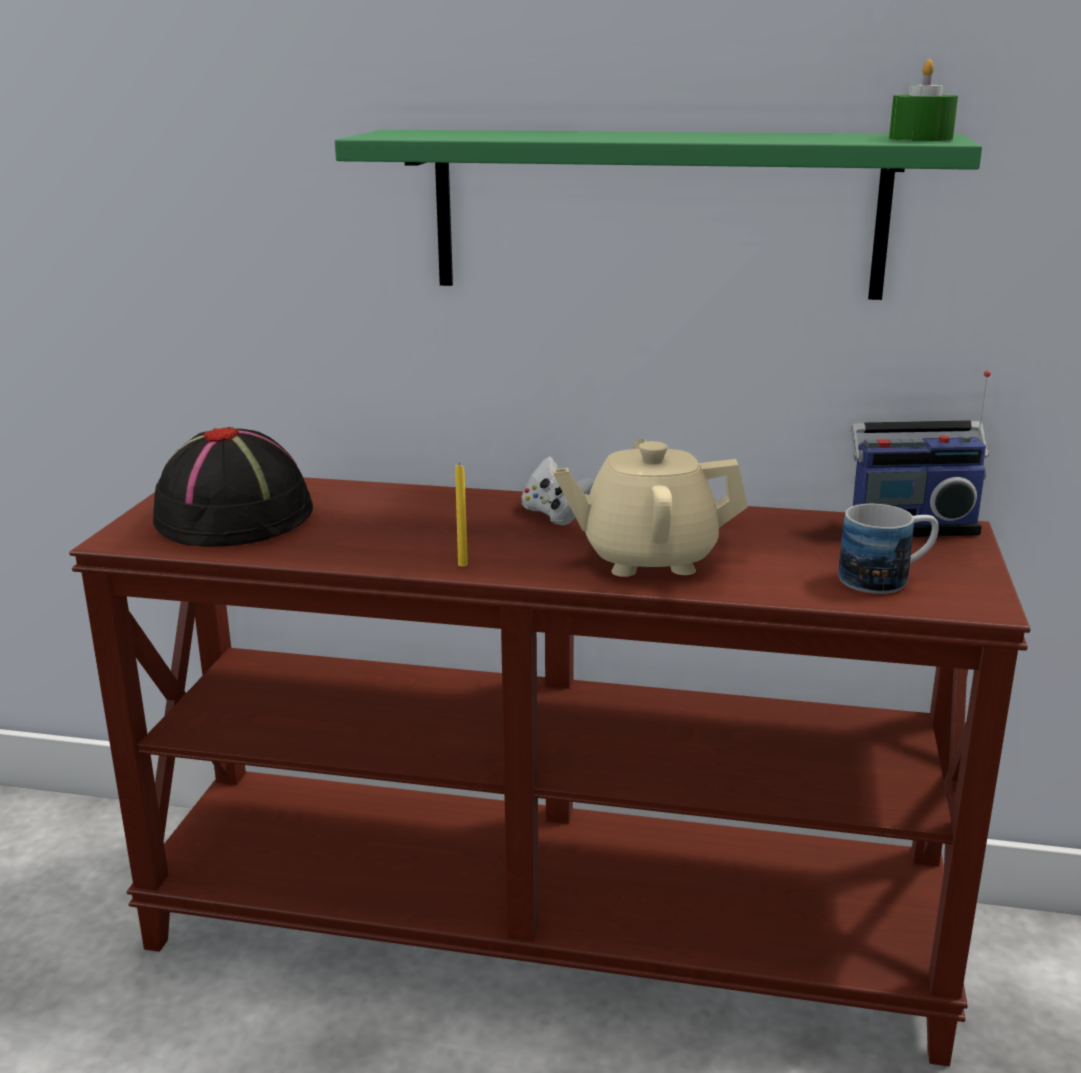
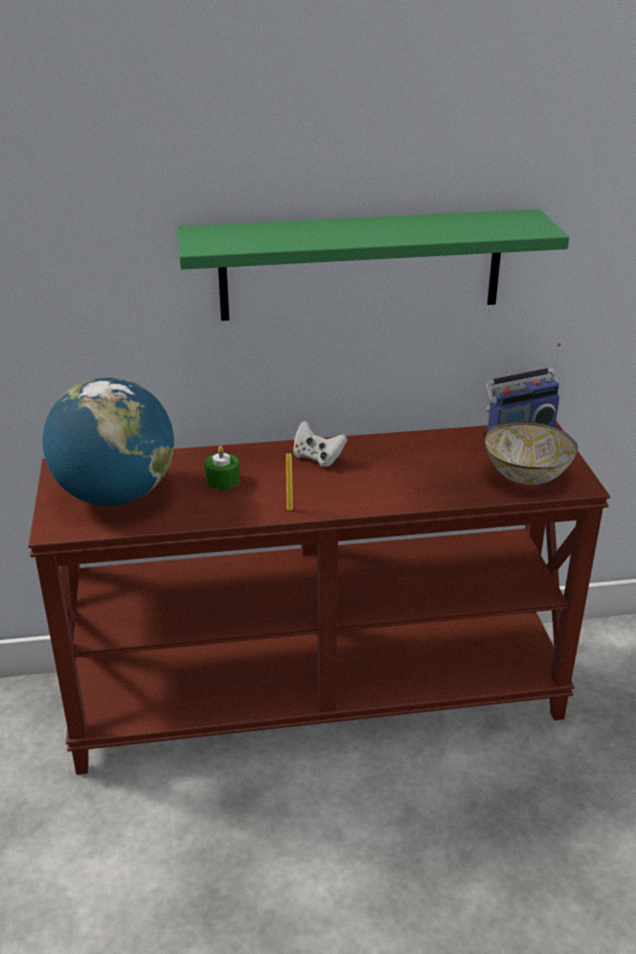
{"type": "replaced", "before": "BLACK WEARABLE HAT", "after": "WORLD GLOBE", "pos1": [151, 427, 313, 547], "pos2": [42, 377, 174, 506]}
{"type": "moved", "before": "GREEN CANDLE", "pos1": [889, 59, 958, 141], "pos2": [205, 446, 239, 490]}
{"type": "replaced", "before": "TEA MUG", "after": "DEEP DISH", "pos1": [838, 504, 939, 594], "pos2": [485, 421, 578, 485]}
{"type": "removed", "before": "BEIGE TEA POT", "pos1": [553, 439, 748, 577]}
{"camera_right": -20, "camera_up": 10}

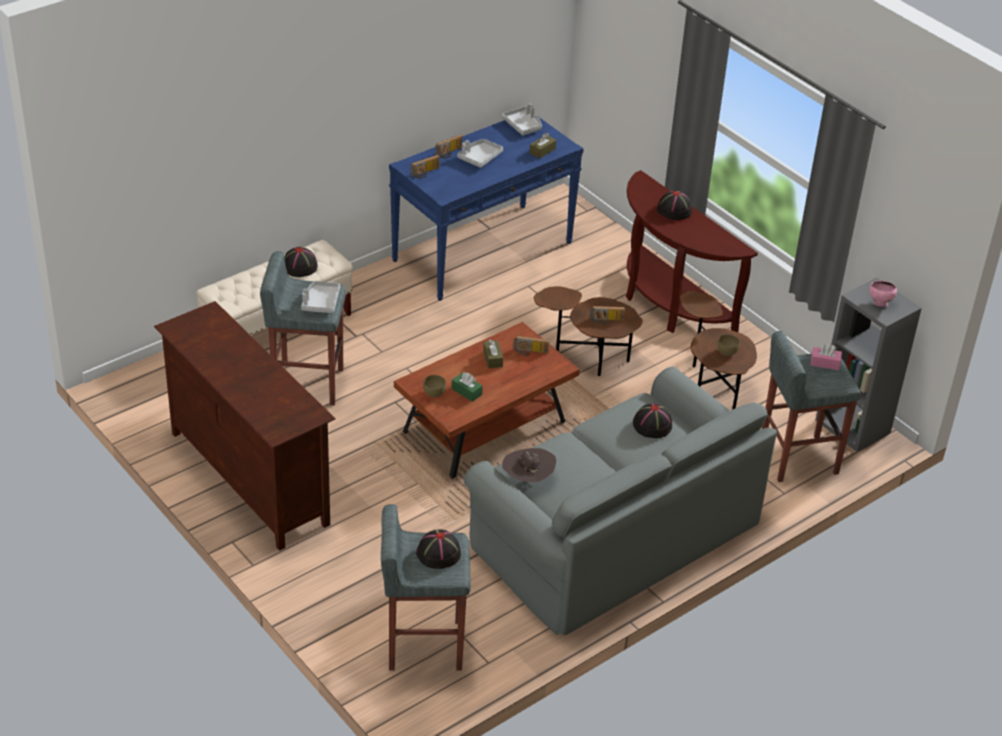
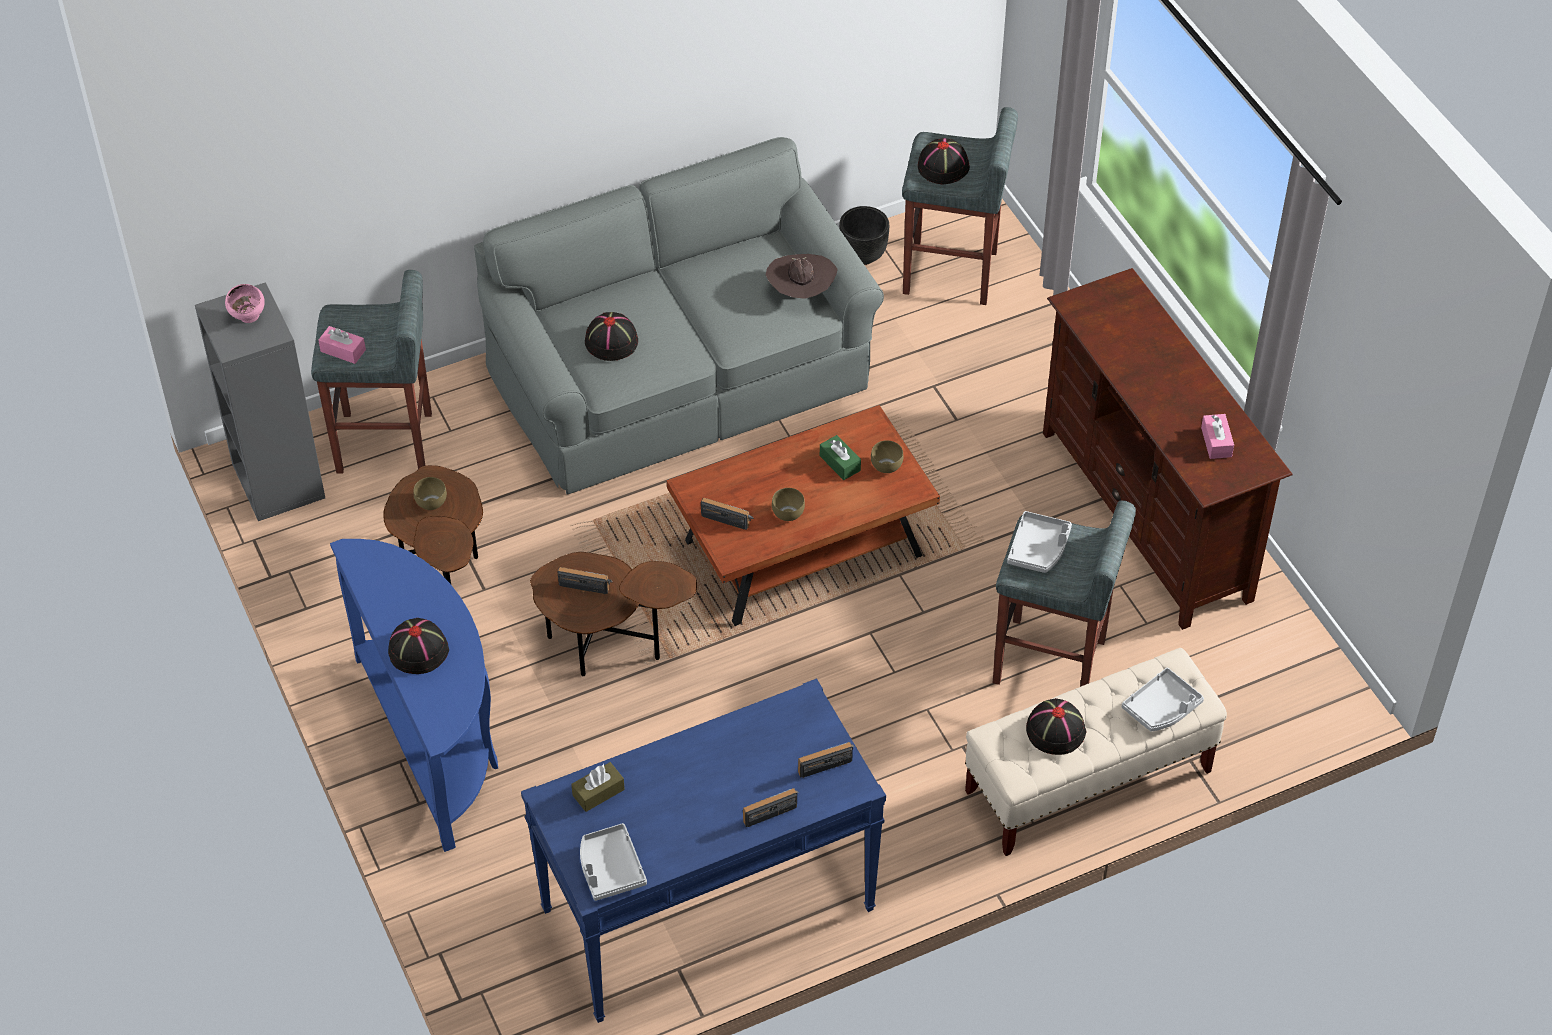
{"type": "recoloured", "before": "BROWN CONSOLE TABLE", "after": "BLUISH CONSOLE TABLE", "pos1": [626, 170, 758, 333], "pos2": [330, 539, 498, 852]}
{"type": "replaced", "before": "BROWN TISSUE BOX", "after": "BROWN DEEP DISH", "pos1": [483, 340, 503, 368], "pos2": [772, 488, 805, 521]}
{"type": "added", "after": "BLACK FLOWER POT", "pos2": [839, 206, 889, 265]}
{"type": "moved", "before": "GREY SERVING TRAY", "pos1": [457, 139, 503, 168], "pos2": [1122, 667, 1204, 732]}
{"type": "added", "after": "PINK TISSUE BOX", "pos2": [1201, 414, 1234, 459]}
{"camera_right": -165, "camera_up": 10}

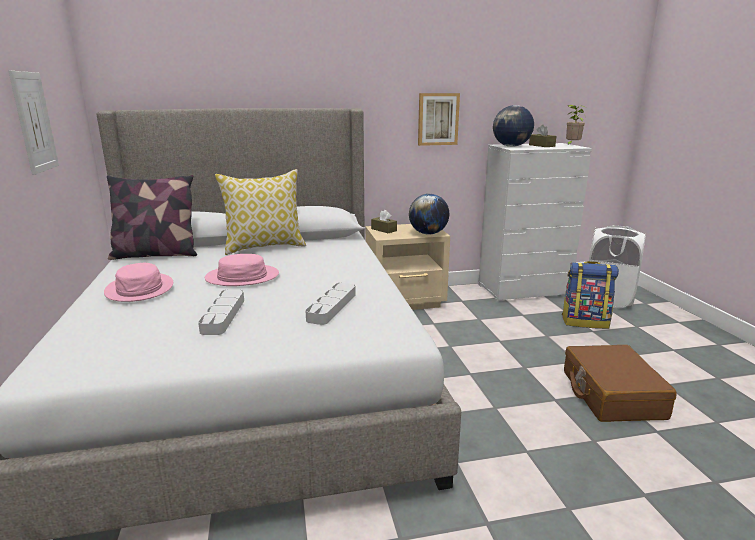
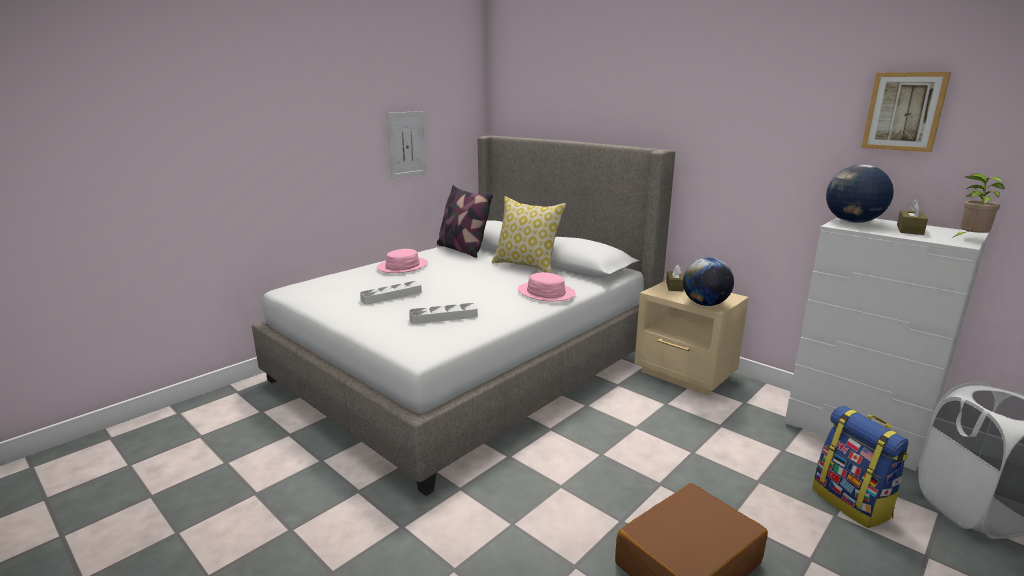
{"type": "moved", "before": "PINK WEARABLE HAT", "pos1": [205, 254, 279, 286], "pos2": [518, 272, 576, 302]}
{"type": "moved", "before": "WALL ART", "pos1": [418, 93, 460, 146], "pos2": [861, 72, 951, 152]}
{"camera_right": 55, "camera_up": 0}

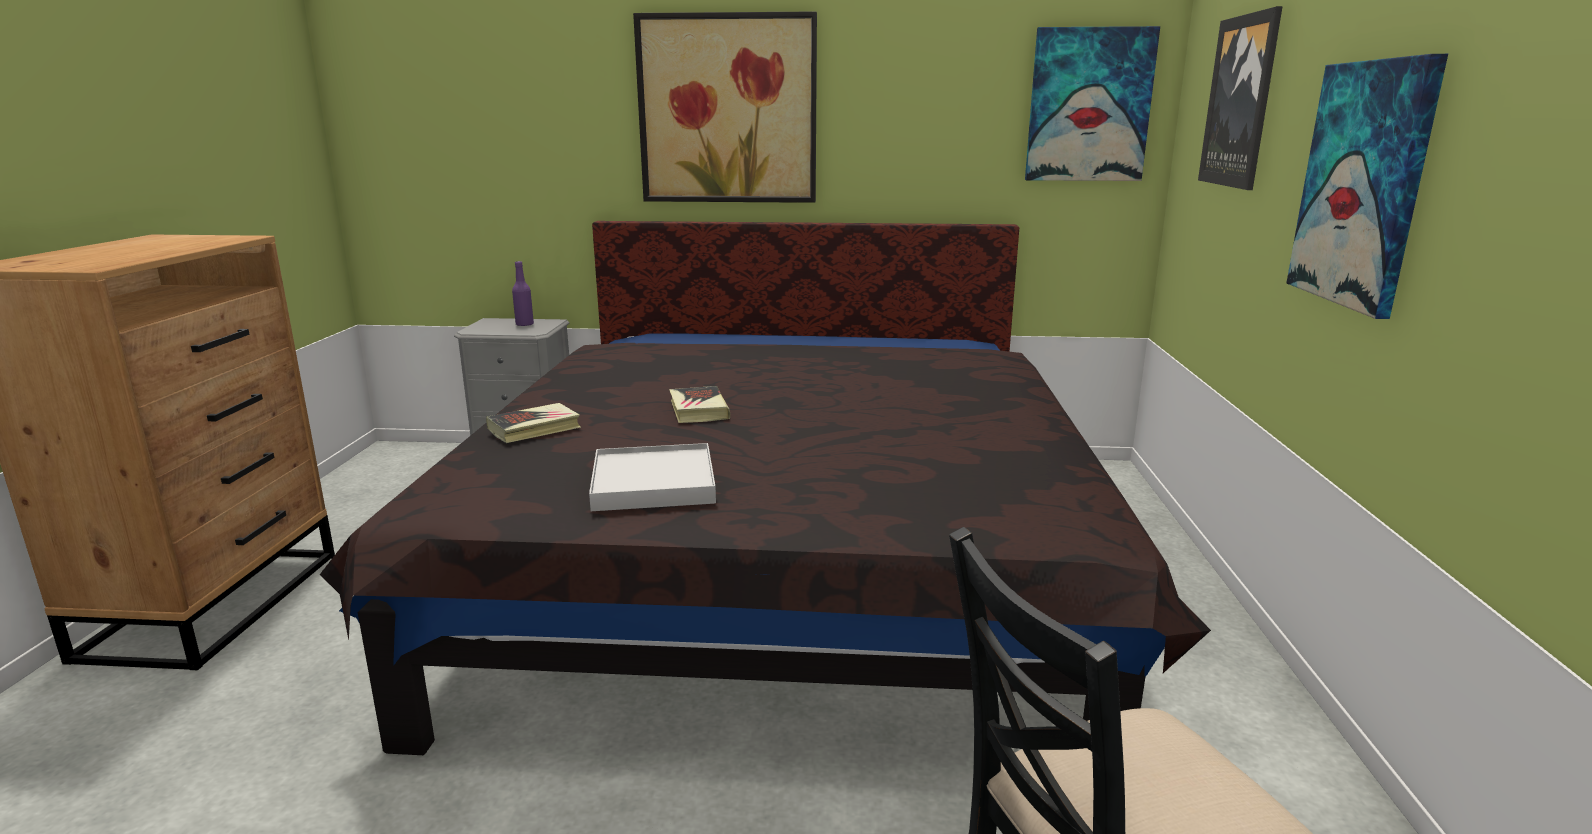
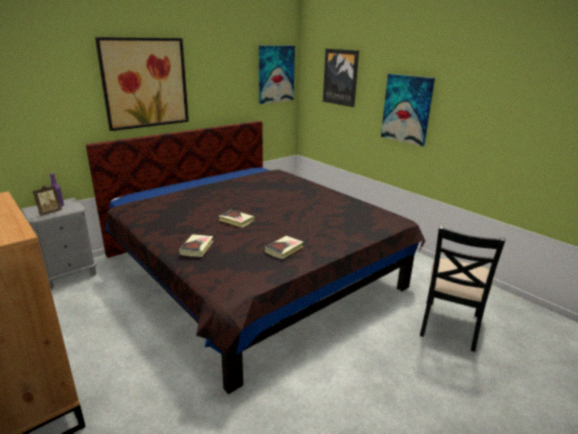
{"type": "added", "after": "PICTURE FRAME", "pos2": [33, 185, 62, 216]}
{"type": "replaced", "before": "WHITE SERVING TRAY", "after": "BOUND BOOK", "pos1": [589, 443, 716, 511], "pos2": [264, 236, 303, 259]}
{"camera_right": -45, "camera_up": 5}

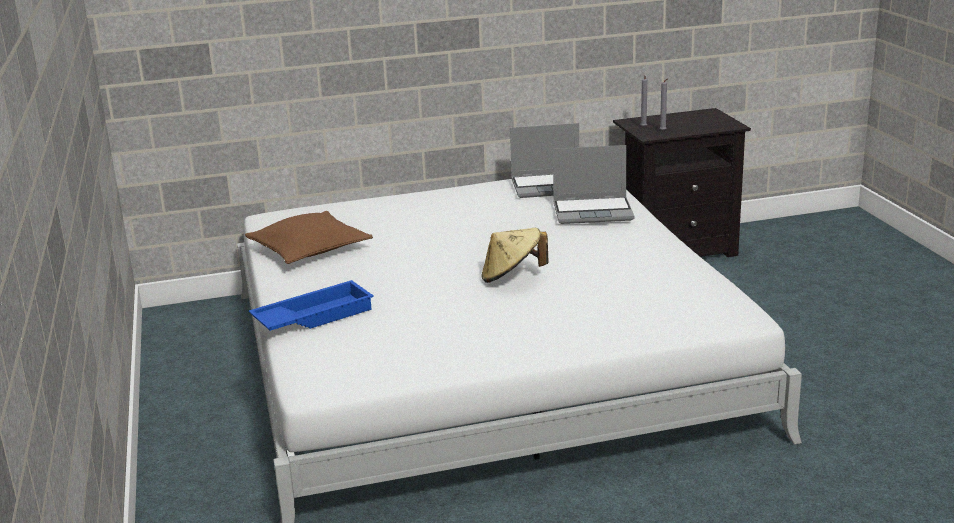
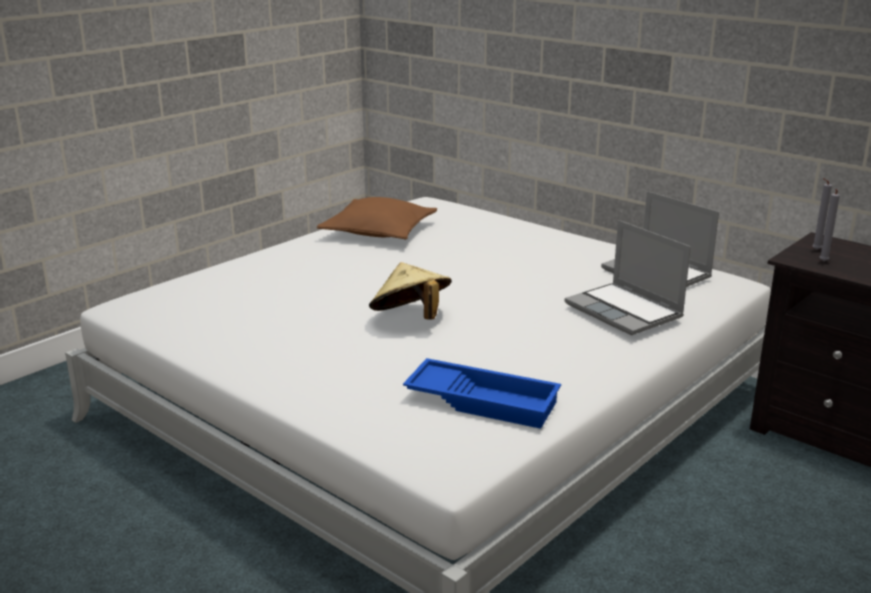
{"type": "moved", "before": "BLUISH SERVING TRAY", "pos1": [249, 280, 374, 331], "pos2": [403, 358, 561, 429]}
{"camera_right": 55, "camera_up": 0}

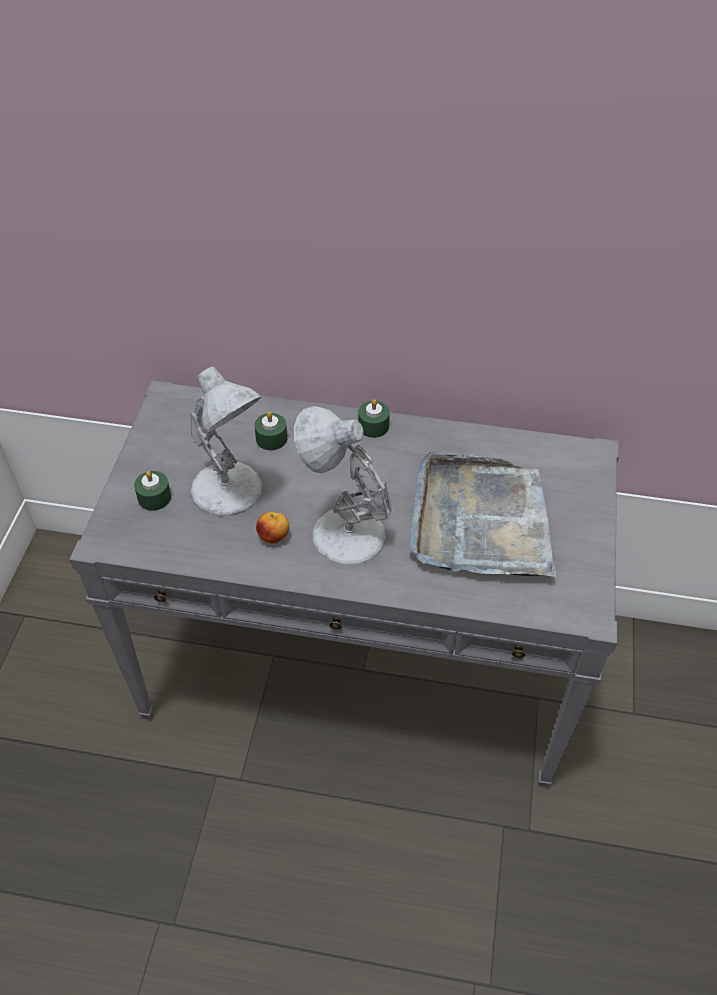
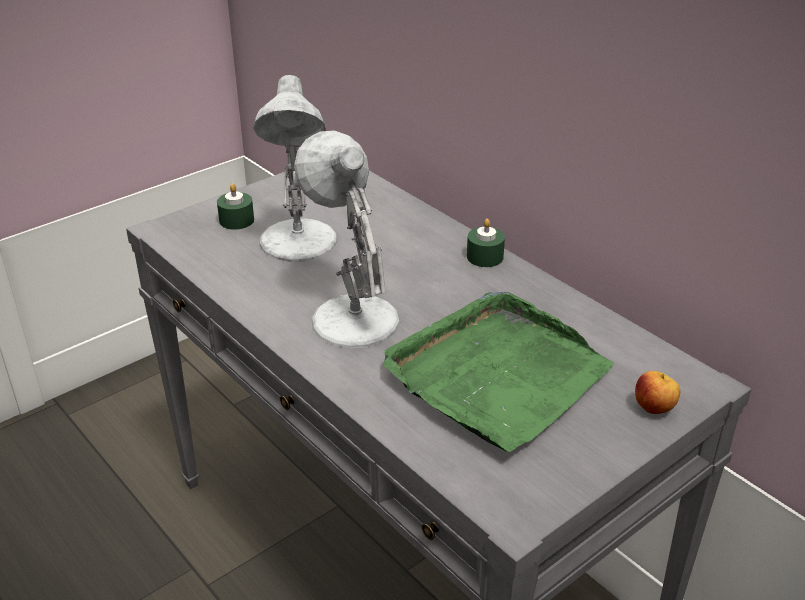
{"type": "recoloured", "before": "GREY SERVING TRAY", "after": "GREEN SERVING TRAY", "pos1": [409, 452, 556, 577], "pos2": [384, 292, 614, 452]}
{"type": "moved", "before": "APPLE", "pos1": [256, 512, 289, 544], "pos2": [635, 371, 680, 414]}
{"type": "removed", "before": "GREEN CANDLE", "pos1": [254, 412, 287, 450]}
{"camera_right": 40, "camera_up": -15}

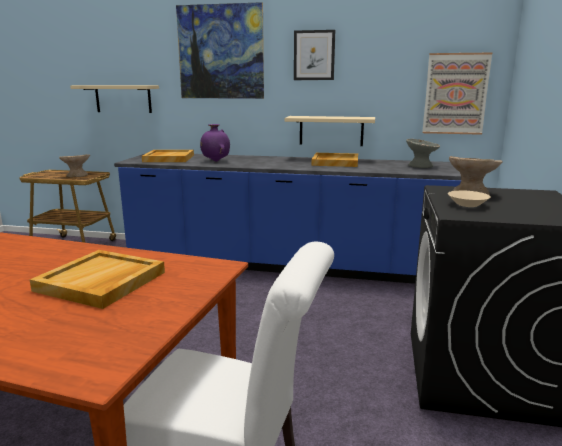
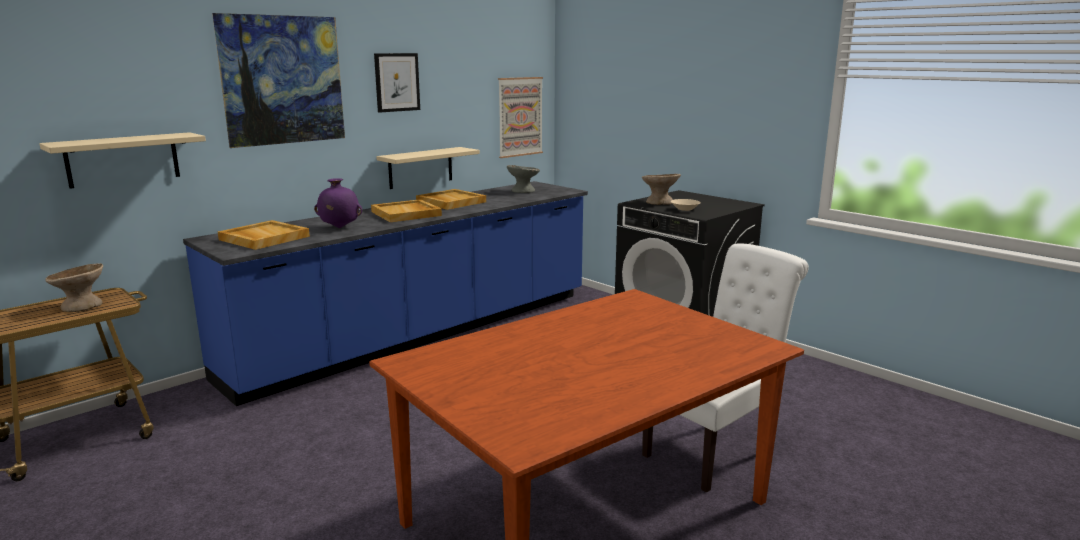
{"type": "moved", "before": "BEIGE SERVING TRAY", "pos1": [30, 250, 165, 309], "pos2": [371, 199, 442, 222]}
{"camera_right": -55, "camera_up": 0}

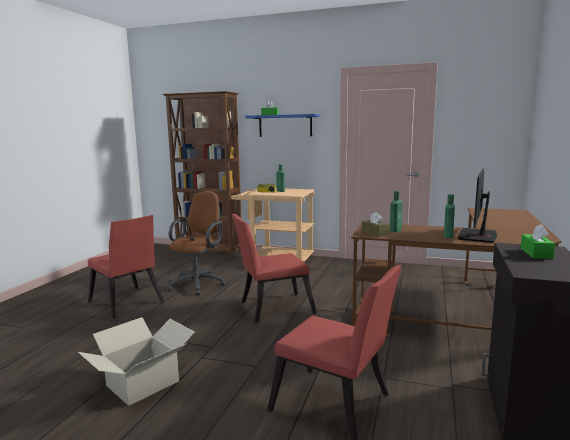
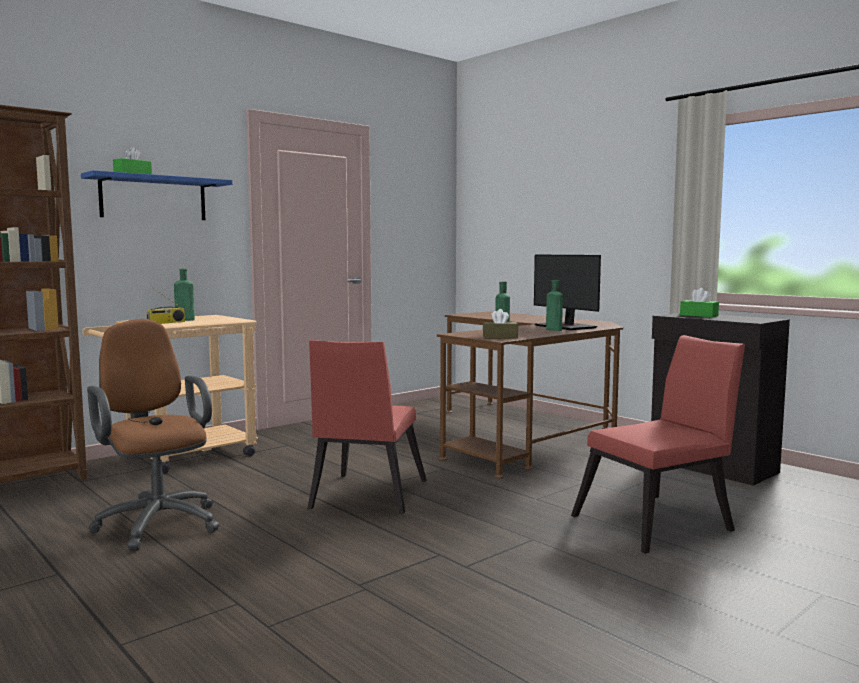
{"type": "removed", "before": "CARDBOARD BOX", "pos1": [78, 317, 194, 406]}
{"type": "removed", "before": "RED UPRIGHT CHAIR", "pos1": [88, 215, 164, 319]}
{"camera_right": -60, "camera_up": -5}

